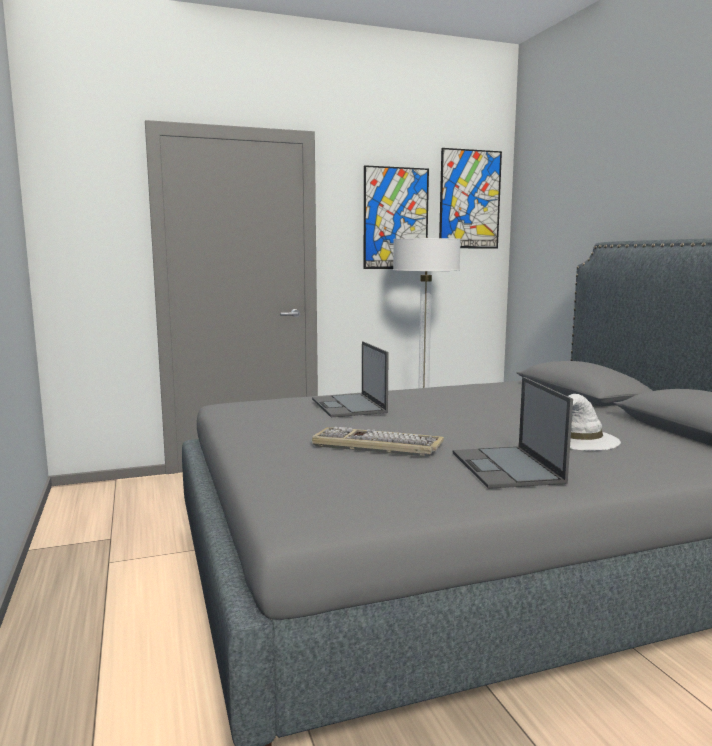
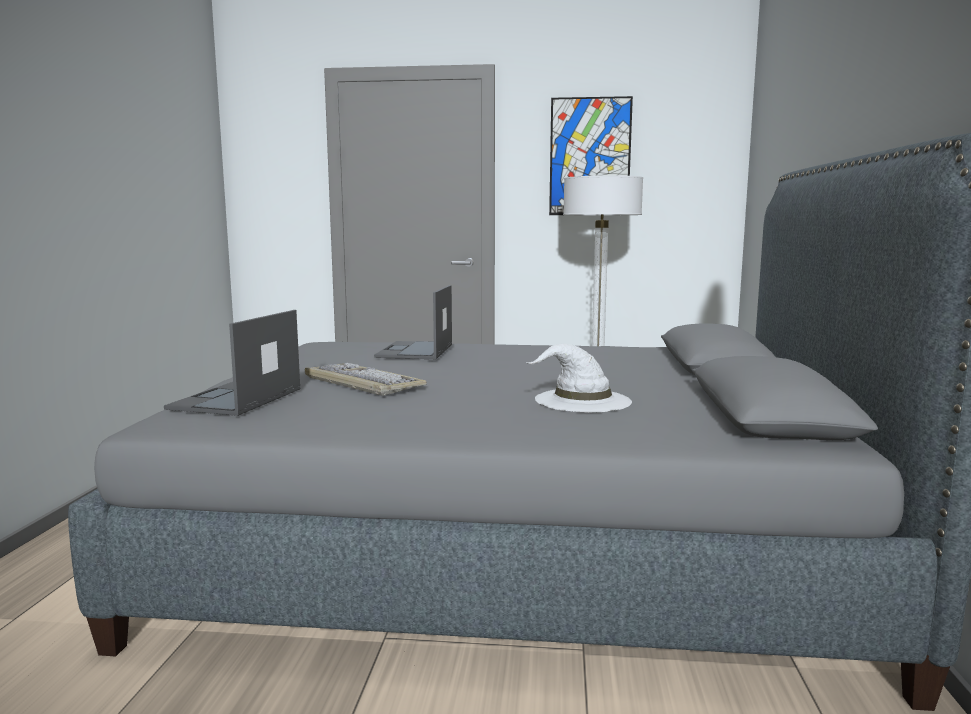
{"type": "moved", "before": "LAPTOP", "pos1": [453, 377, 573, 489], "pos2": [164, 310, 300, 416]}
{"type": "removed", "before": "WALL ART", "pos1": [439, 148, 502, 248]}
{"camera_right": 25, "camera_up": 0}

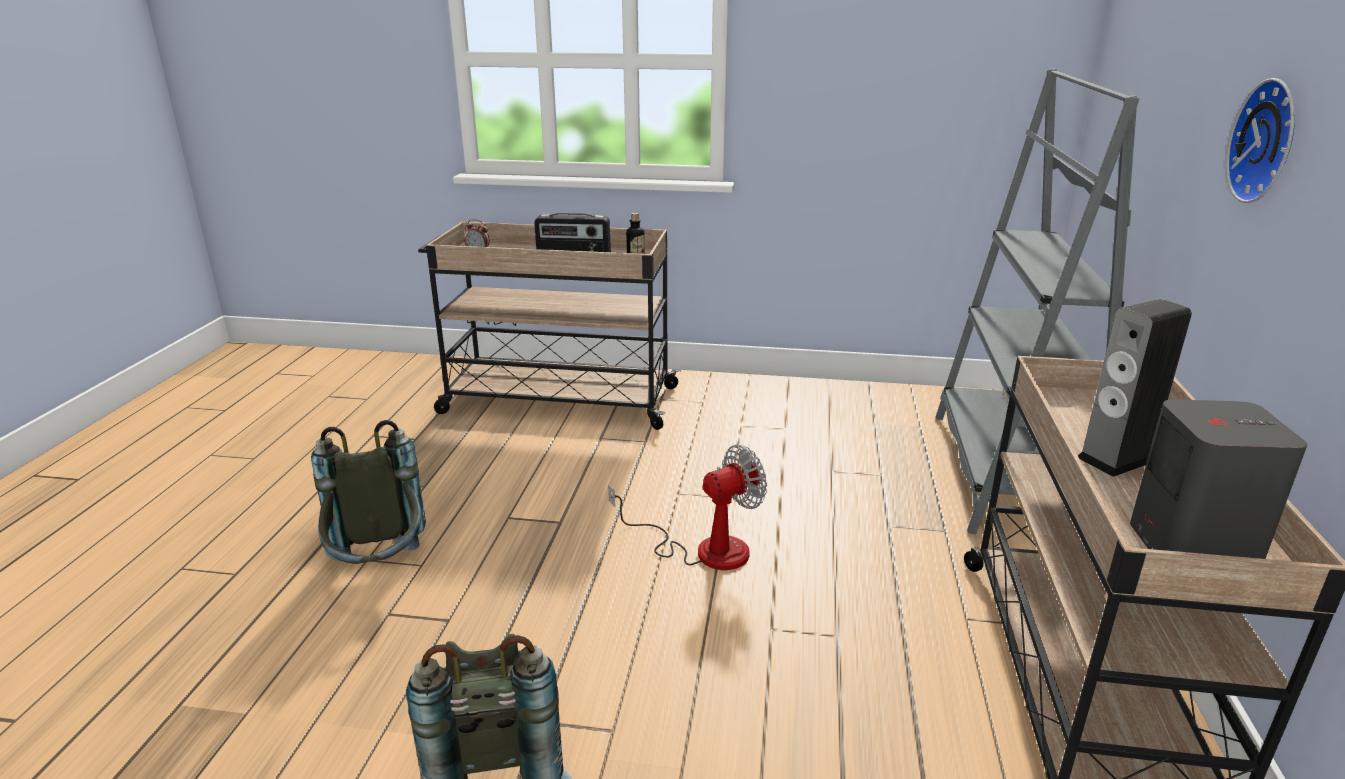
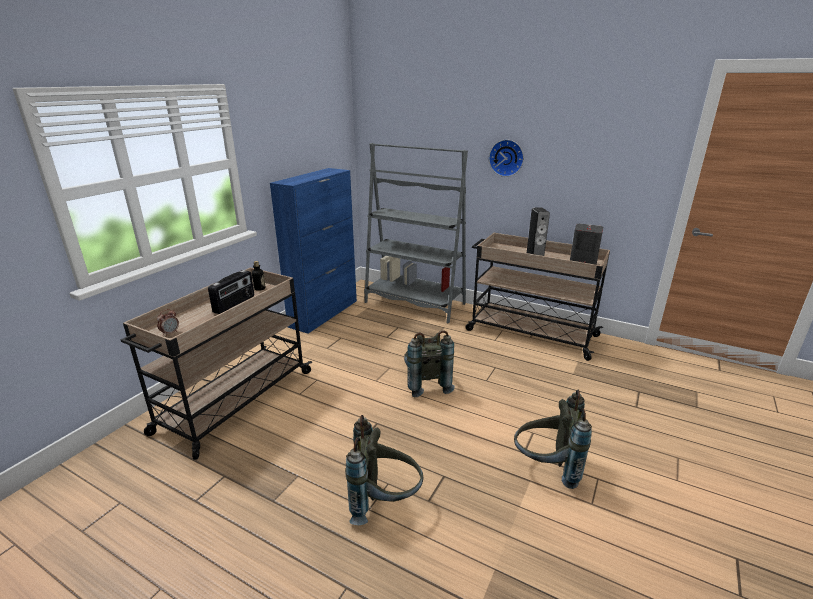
{"type": "added", "after": "BLUISH CUPBOARD", "pos2": [270, 168, 357, 334]}
{"type": "replaced", "before": "ELECTRIC FAN", "after": "GREY BACKPACK", "pos1": [608, 445, 767, 570], "pos2": [404, 330, 455, 397]}
{"camera_right": -70, "camera_up": 0}

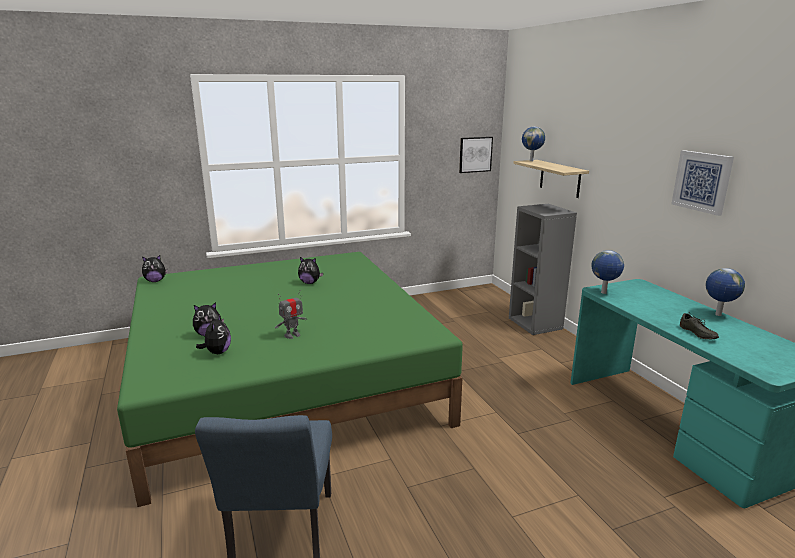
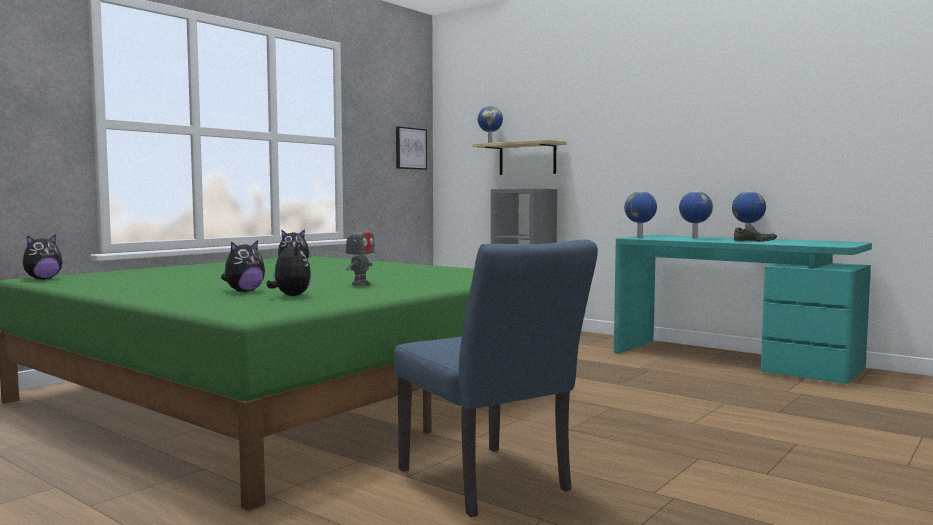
{"type": "added", "after": "WORLD GLOBE", "pos2": [679, 191, 713, 239]}
{"type": "removed", "before": "WALL ART", "pos1": [671, 150, 734, 216]}
{"camera_right": -30, "camera_up": -15}

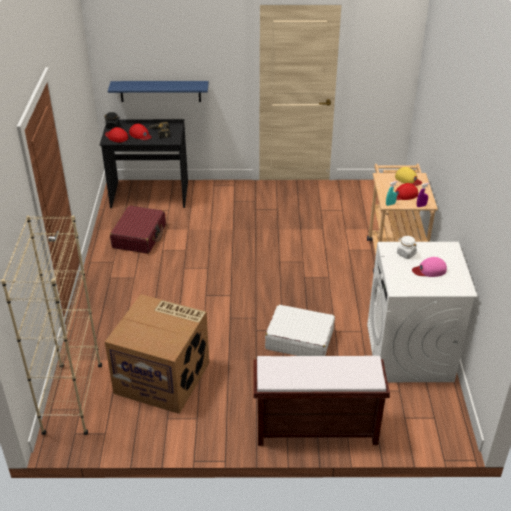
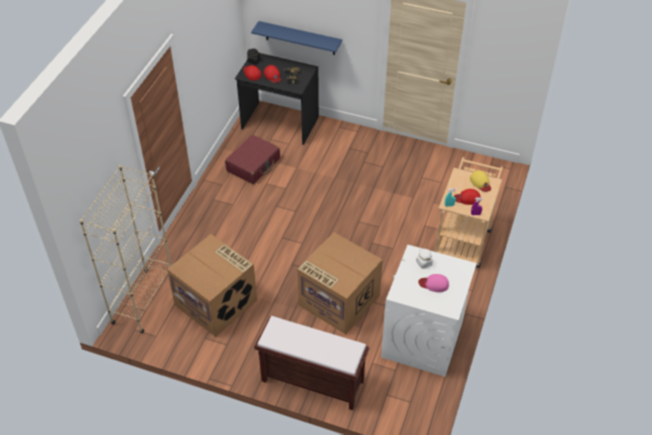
{"type": "replaced", "before": "WHITE PIECE OF LUGGAGE", "after": "CARDBOARD BOX", "pos1": [265, 305, 335, 356], "pos2": [297, 232, 383, 334]}
{"camera_right": 20, "camera_up": 10}

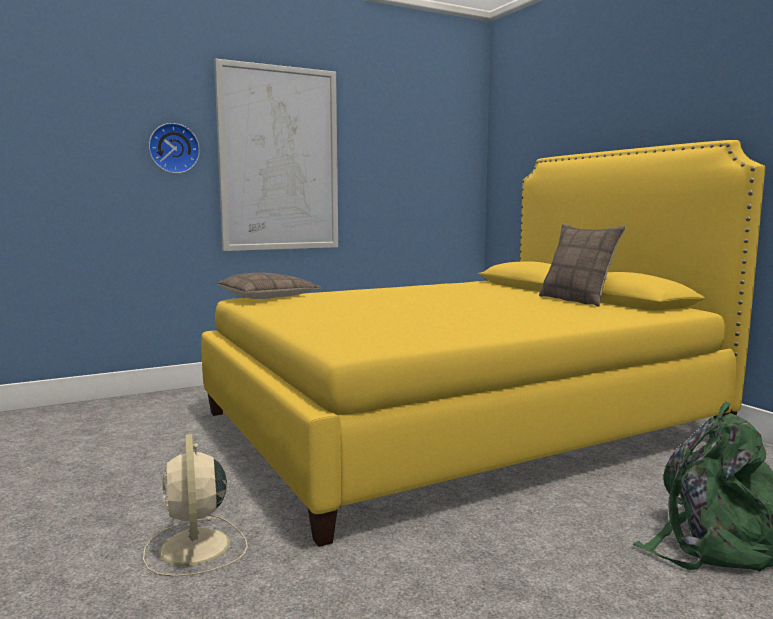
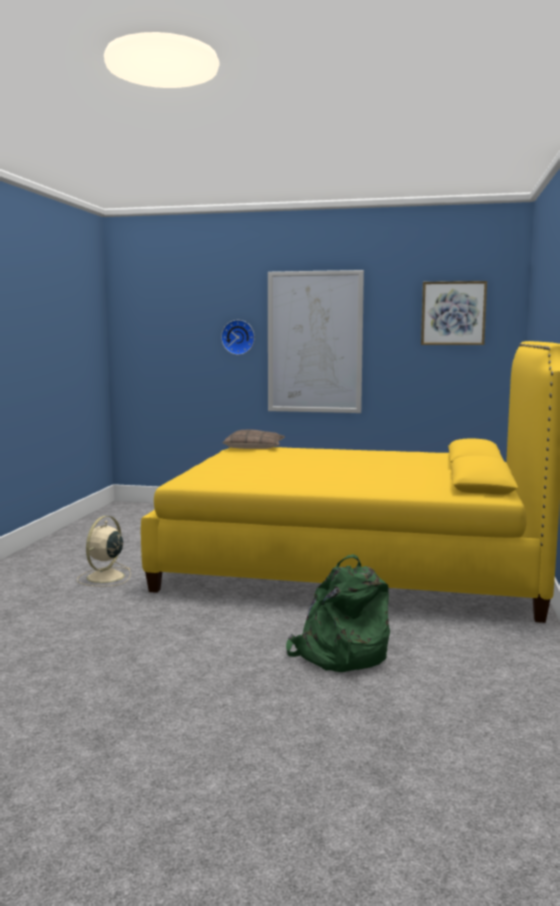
{"type": "added", "after": "WALL ART", "pos2": [421, 281, 487, 345]}
{"type": "removed", "before": "CUSHION", "pos1": [539, 223, 626, 307]}
{"camera_right": 40, "camera_up": 0}

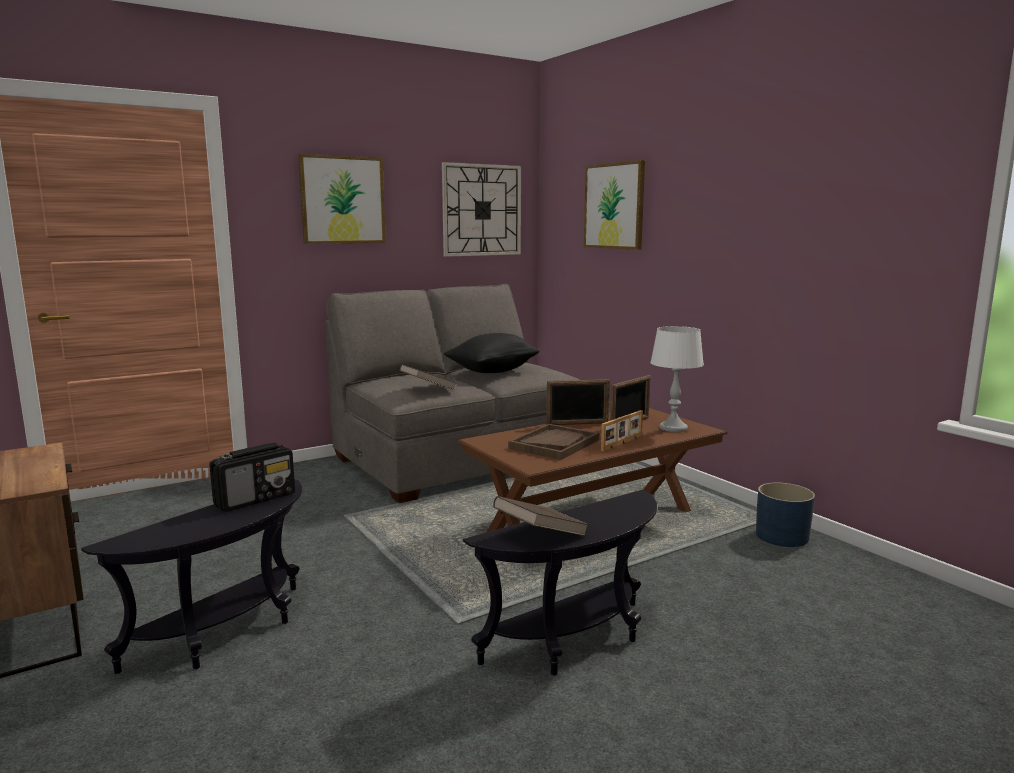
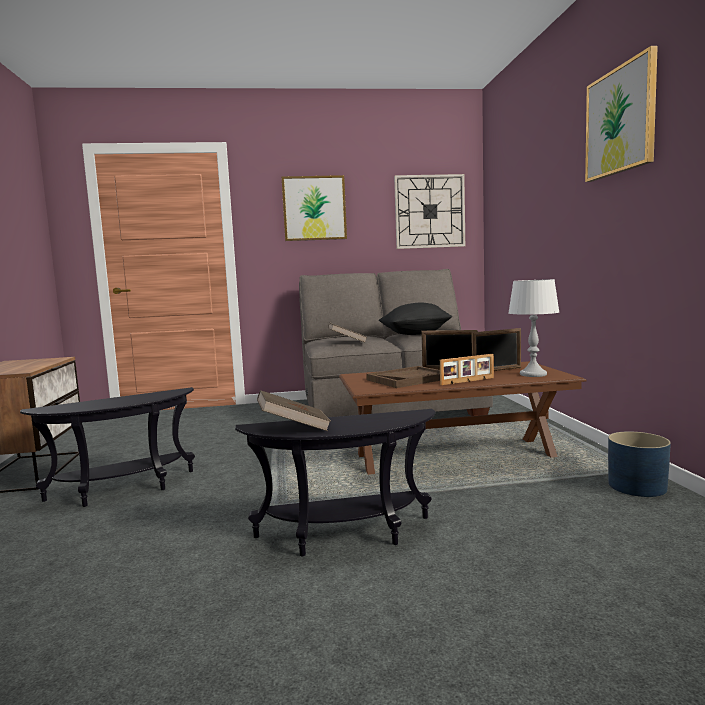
{"type": "moved", "before": "WALL ART", "pos1": [584, 160, 645, 250], "pos2": [585, 46, 658, 182]}
{"type": "removed", "before": "RADIO", "pos1": [209, 443, 295, 512]}
{"camera_right": 25, "camera_up": -5}

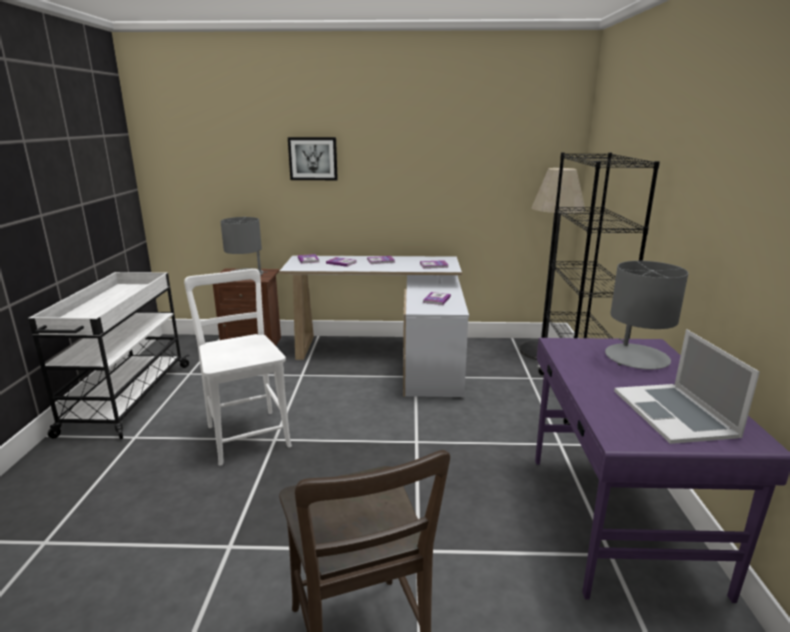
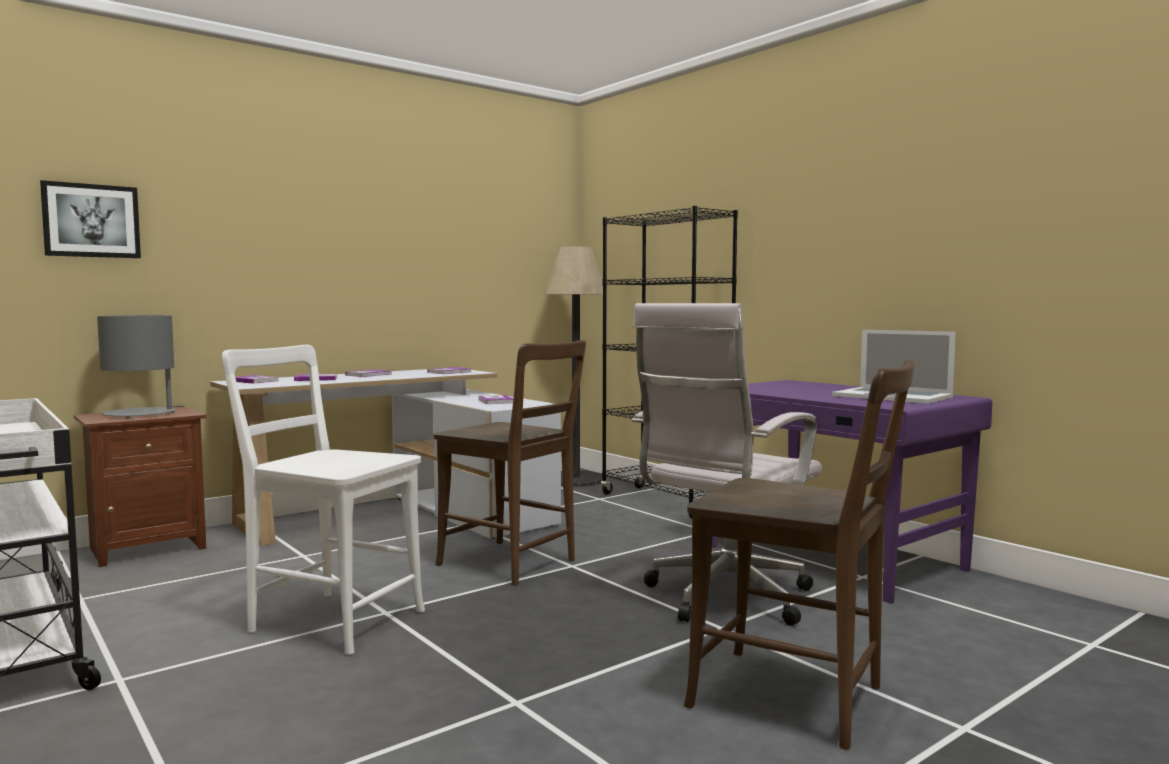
{"type": "moved", "before": "WALL ART", "pos1": [288, 137, 338, 180], "pos2": [40, 180, 141, 258]}
{"type": "added", "after": "BROWN UPRIGHT CHAIR", "pos2": [434, 340, 586, 586]}
{"type": "added", "after": "WHITE DESK CHAIR", "pos2": [632, 303, 822, 626]}
{"type": "removed", "before": "GREY TABLETOP LAMP", "pos1": [605, 261, 689, 369]}
{"camera_right": -40, "camera_up": -15}

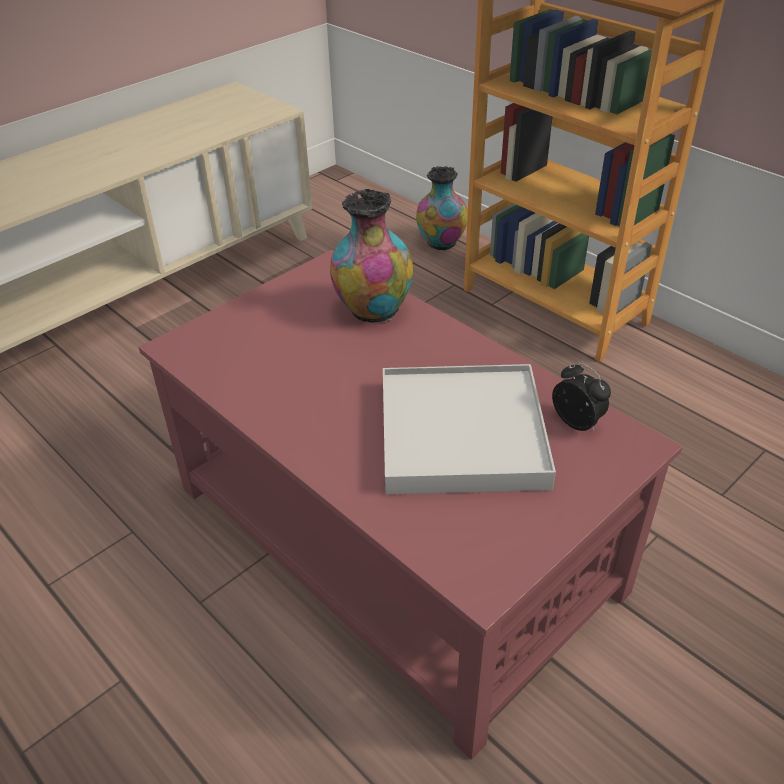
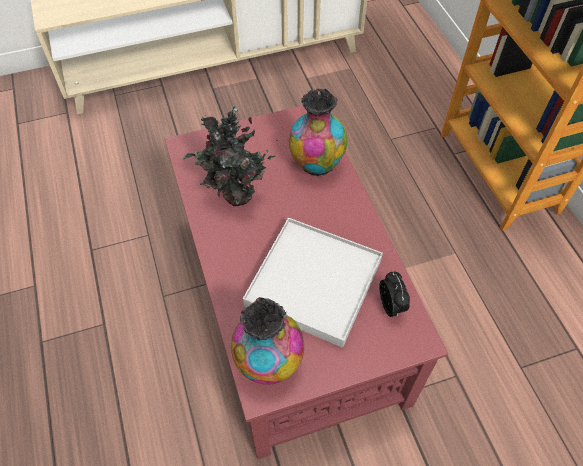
{"type": "added", "after": "PLANT IN A POT", "pos2": [182, 105, 277, 206]}
{"type": "moved", "before": "DECORATIVE VASE", "pos1": [416, 166, 468, 250], "pos2": [231, 297, 304, 385]}
{"camera_right": 25, "camera_up": 15}

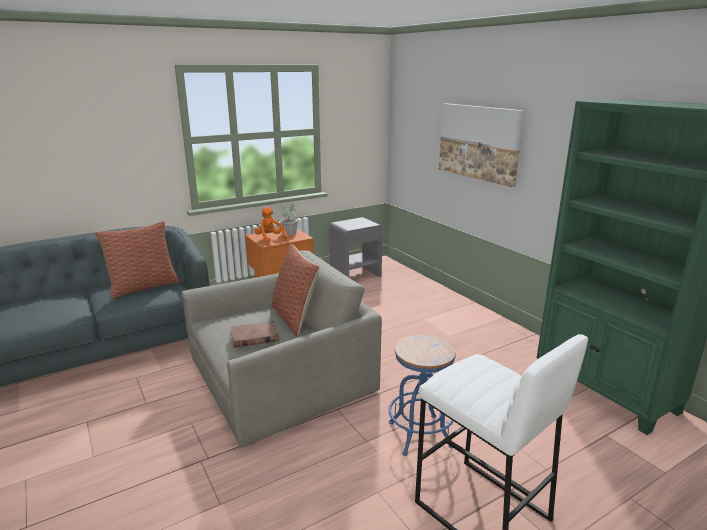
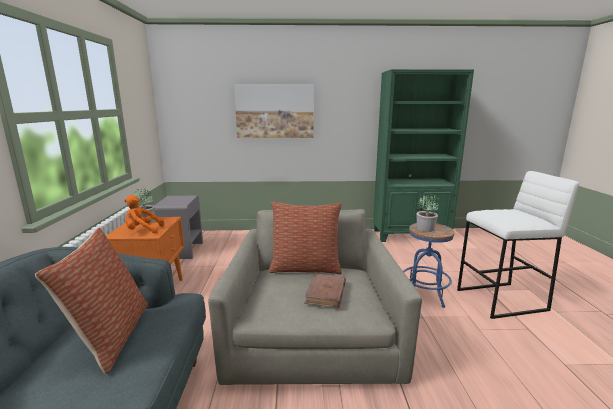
{"type": "added", "after": "PLANT IN A POT", "pos2": [416, 194, 439, 232]}
{"camera_right": -60, "camera_up": -5}

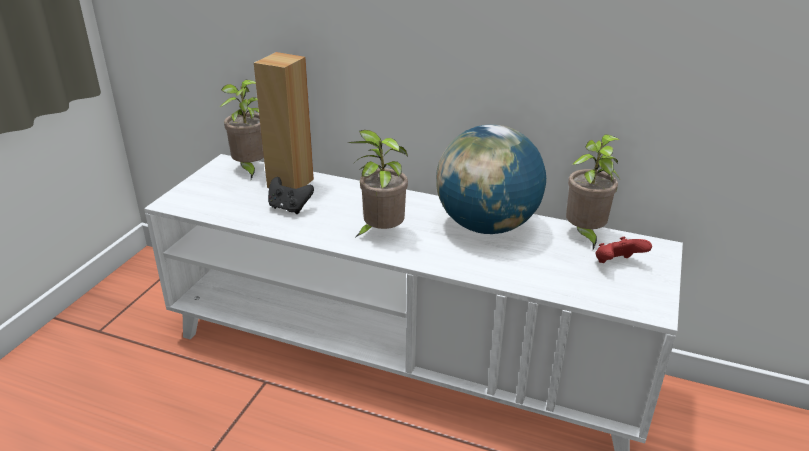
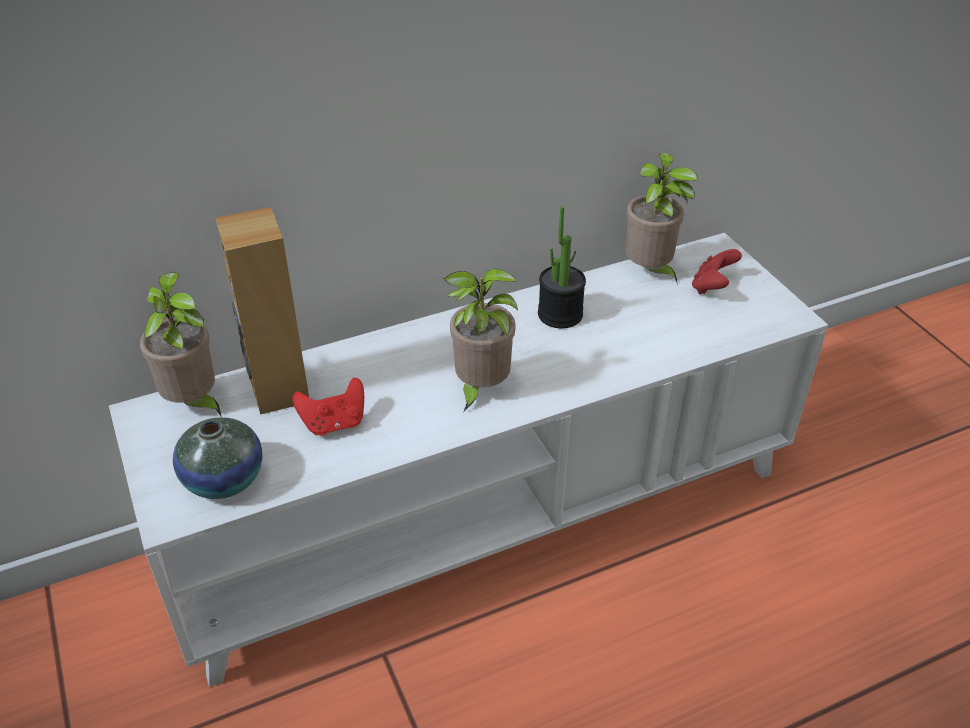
{"type": "added", "after": "DECORATIVE VASE", "pos2": [173, 417, 262, 499]}
{"type": "recoloured", "before": "BLACK GAMEPAD", "after": "RED GAMEPAD", "pos1": [268, 177, 314, 214], "pos2": [293, 378, 364, 435]}
{"type": "replaced", "before": "WORLD GLOBE", "after": "PLANT IN A POT", "pos1": [436, 124, 546, 234], "pos2": [538, 206, 586, 328]}
{"camera_right": -45, "camera_up": 10}

